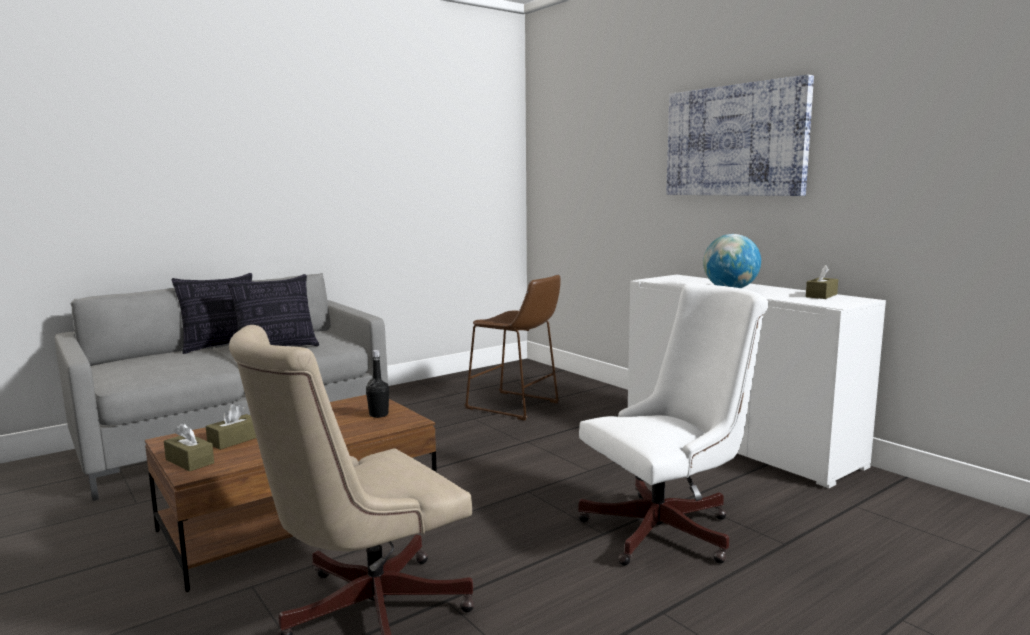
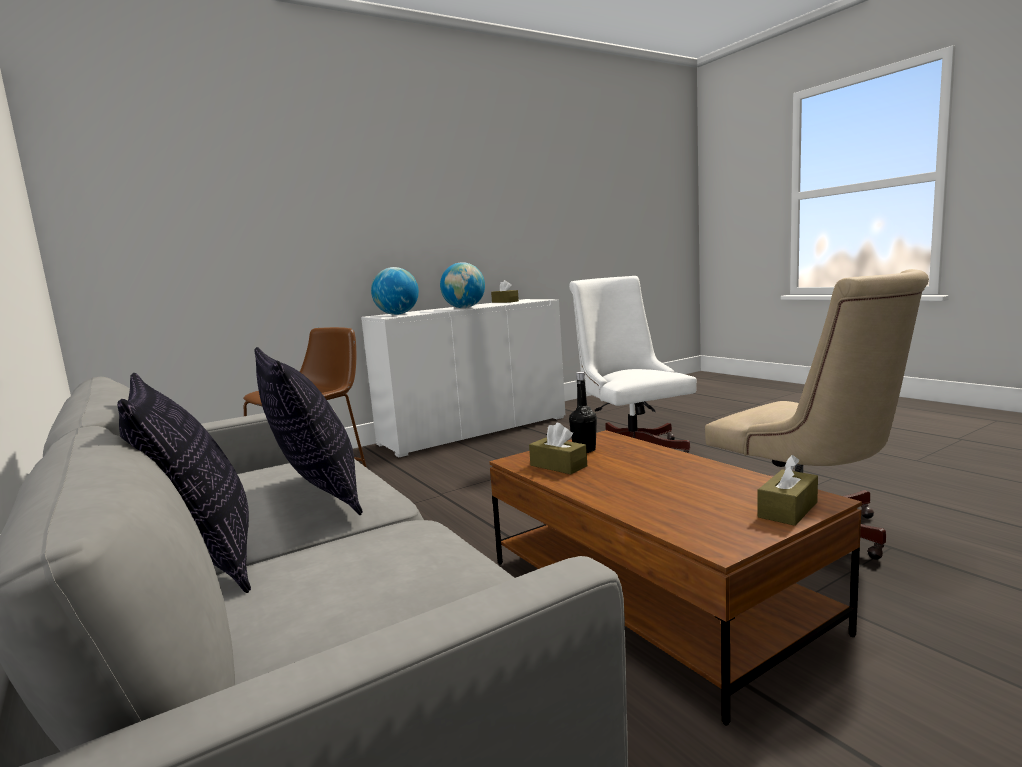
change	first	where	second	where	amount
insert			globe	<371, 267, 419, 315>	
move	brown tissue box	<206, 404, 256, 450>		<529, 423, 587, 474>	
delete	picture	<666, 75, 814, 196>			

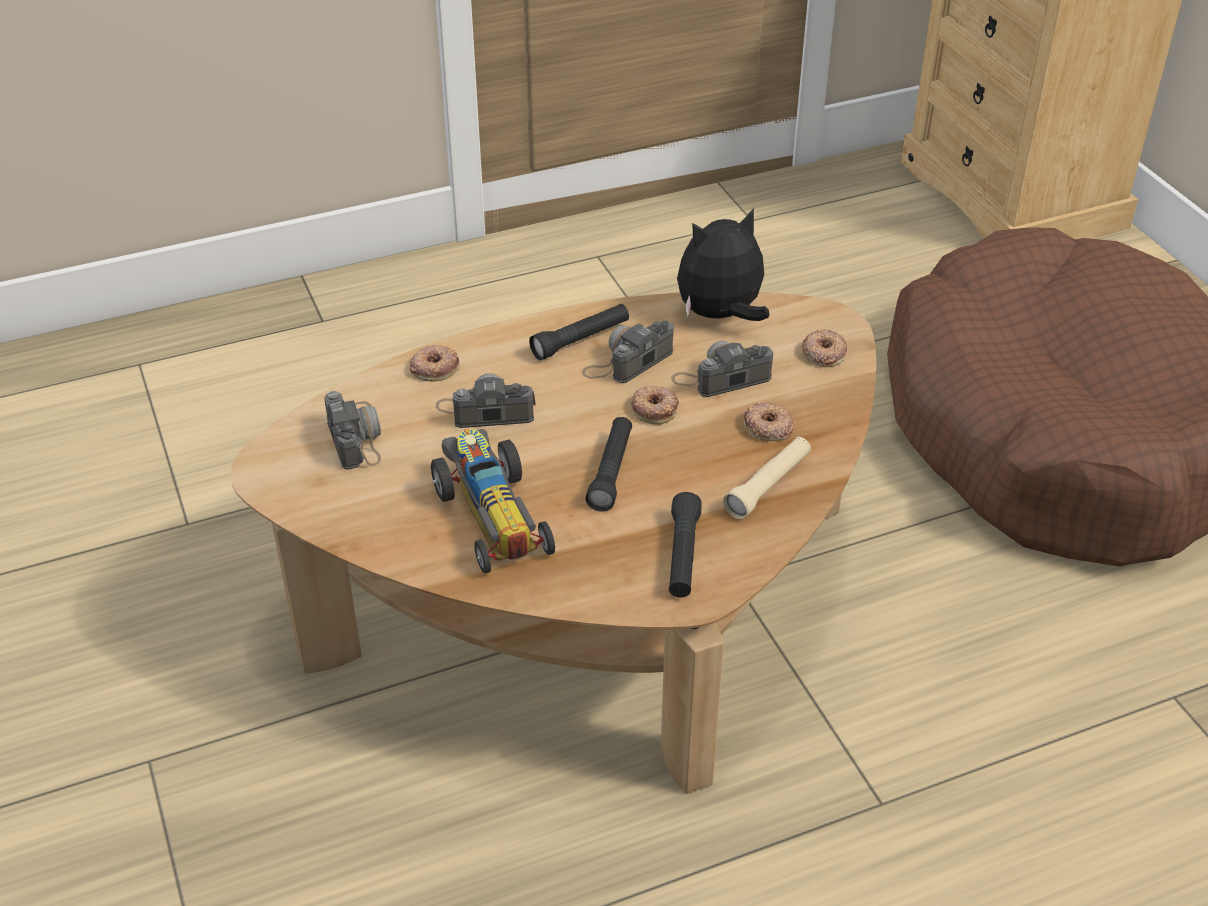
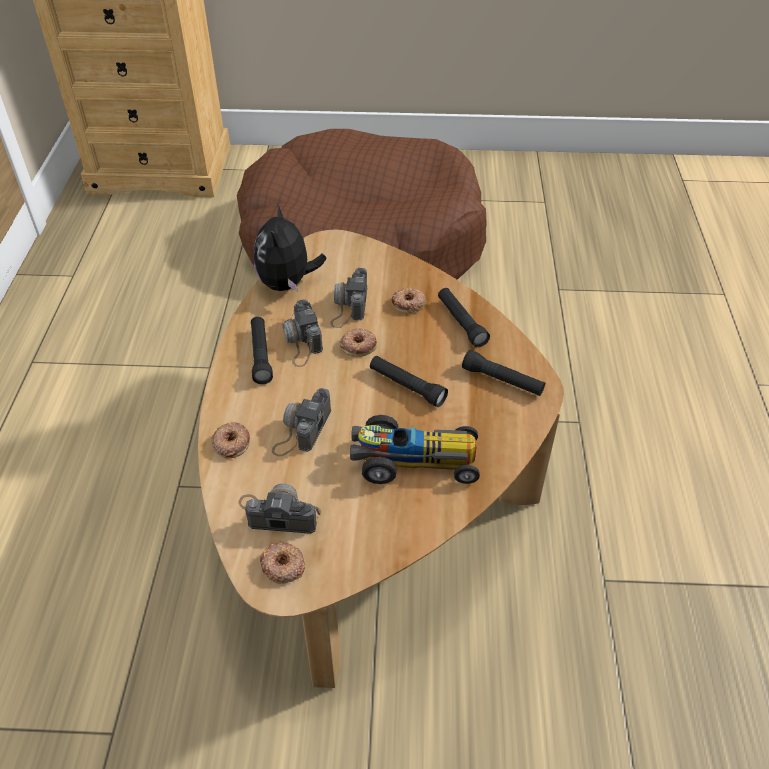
change	first	where	second	where	amount
move	donut	<802, 329, 847, 367>		<260, 542, 305, 584>	
recolor	beige flashlight	<723, 437, 811, 519>	black flashlight	<438, 288, 490, 348>	

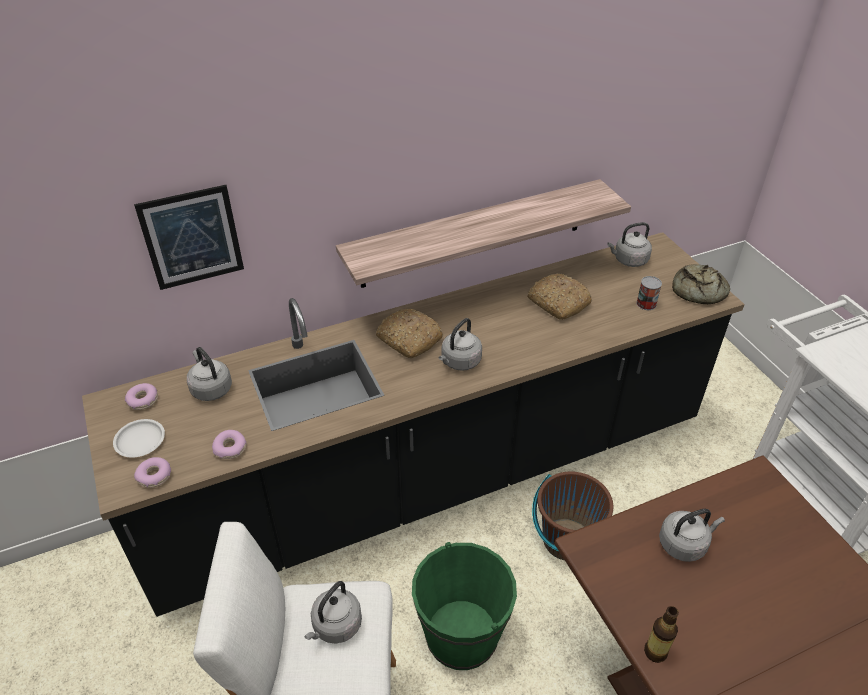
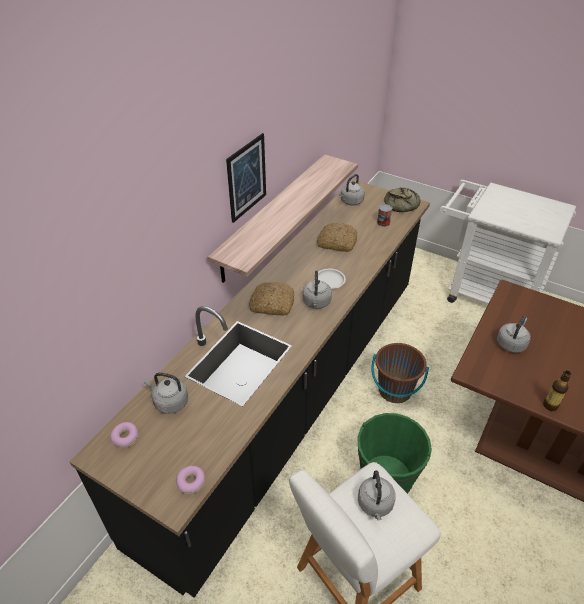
change	first	where	second	where	amount
move	picture	<134, 185, 244, 290>		<226, 133, 266, 223>	
move	white plate	<113, 419, 165, 458>		<314, 269, 346, 289>	
delete	donut	<212, 430, 247, 459>			

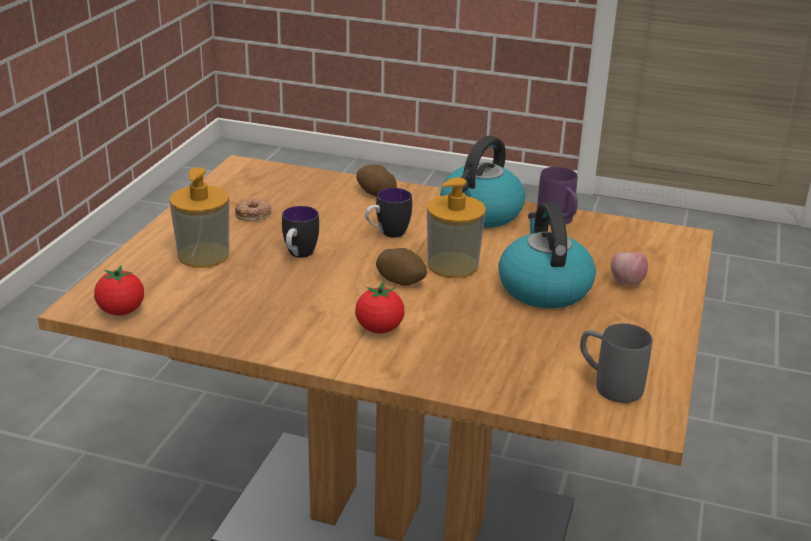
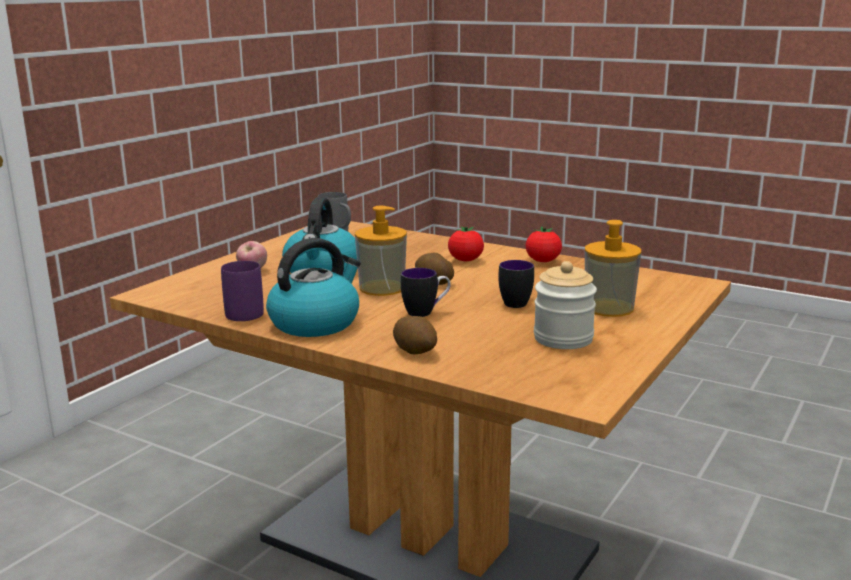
change	first	where	second	where	amount
move	tomato	<94, 266, 144, 316>		<526, 226, 562, 262>	
replace	donut	<235, 199, 271, 221>	jar	<534, 261, 597, 349>	

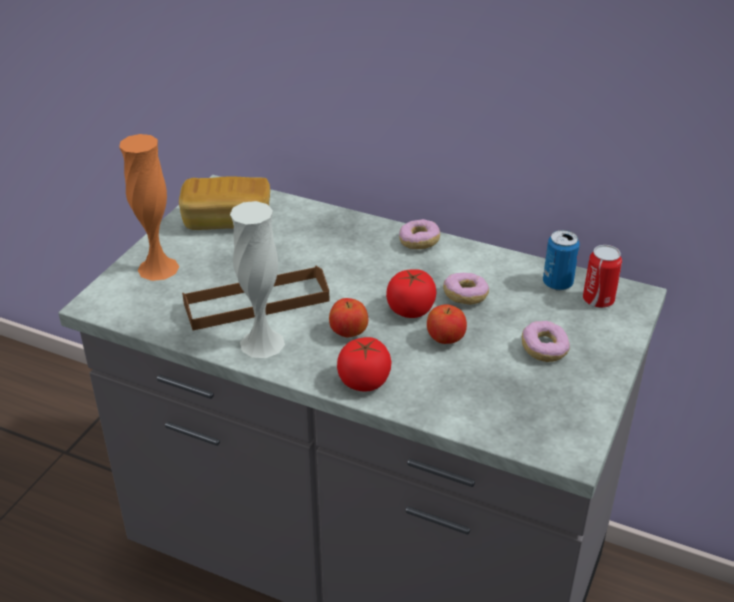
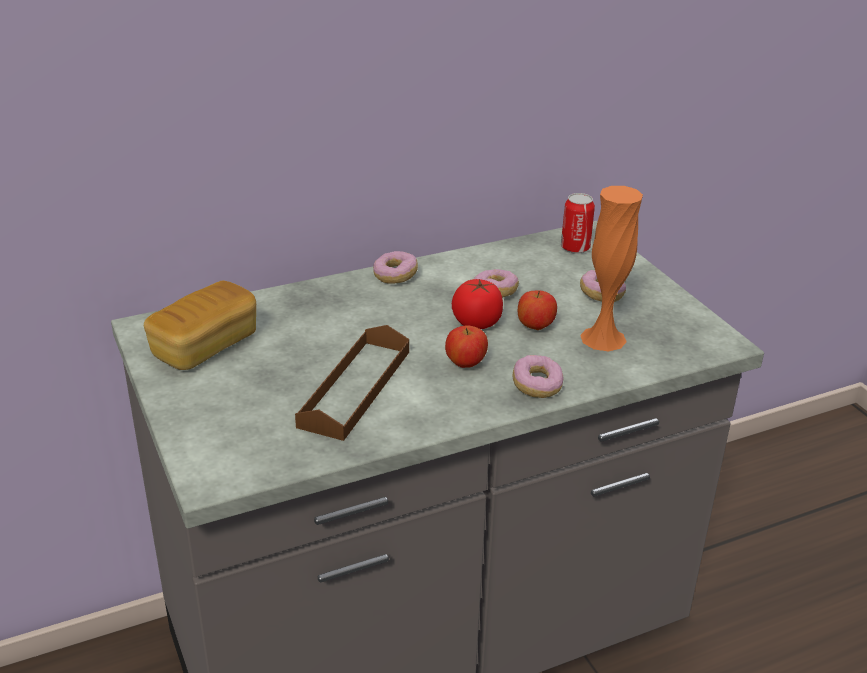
change	first	where	second	where	amount
replace	tomato	<337, 337, 392, 392>	donut	<513, 355, 563, 398>	
move	orange vase	<119, 134, 179, 281>		<580, 186, 643, 351>	
delete	white vase	<230, 201, 285, 358>			
delete	can	<543, 230, 580, 291>			

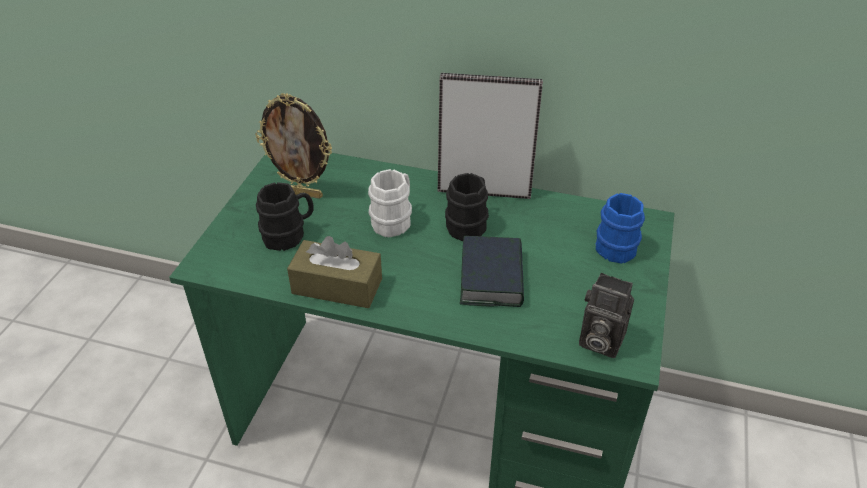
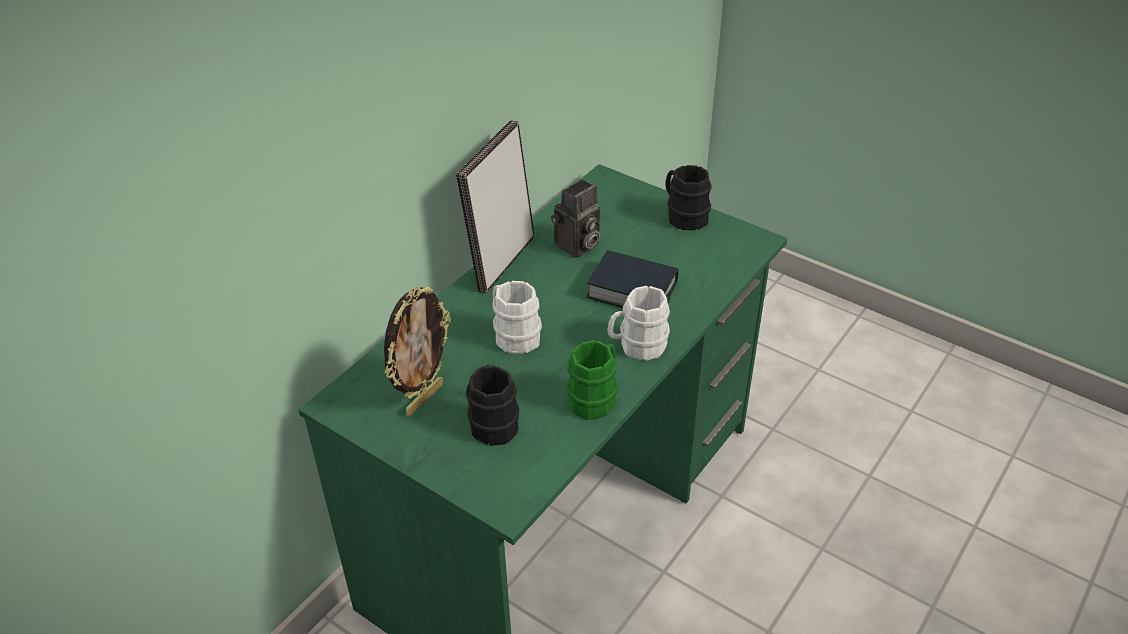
change	first	where	second	where	amount
move	photo camera	<579, 273, 634, 358>		<551, 179, 600, 258>	
replace	brown tissue box	<287, 236, 382, 308>	green mug	<566, 340, 618, 420>	
insert			white mug	<607, 286, 670, 361>	
move	black mug	<445, 173, 489, 241>		<665, 165, 712, 230>	
delete	blue mug	<596, 193, 645, 264>			

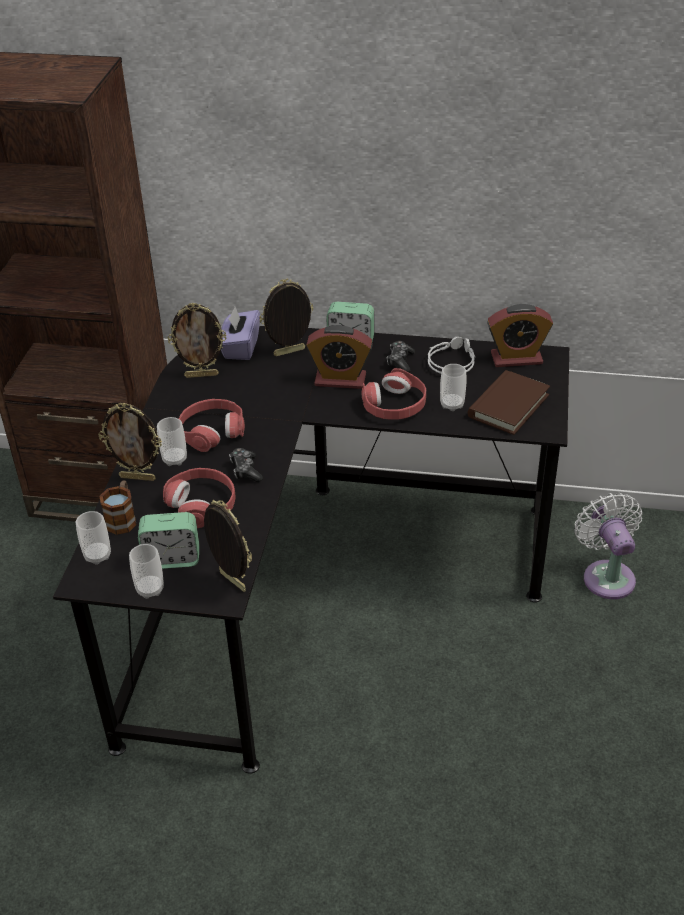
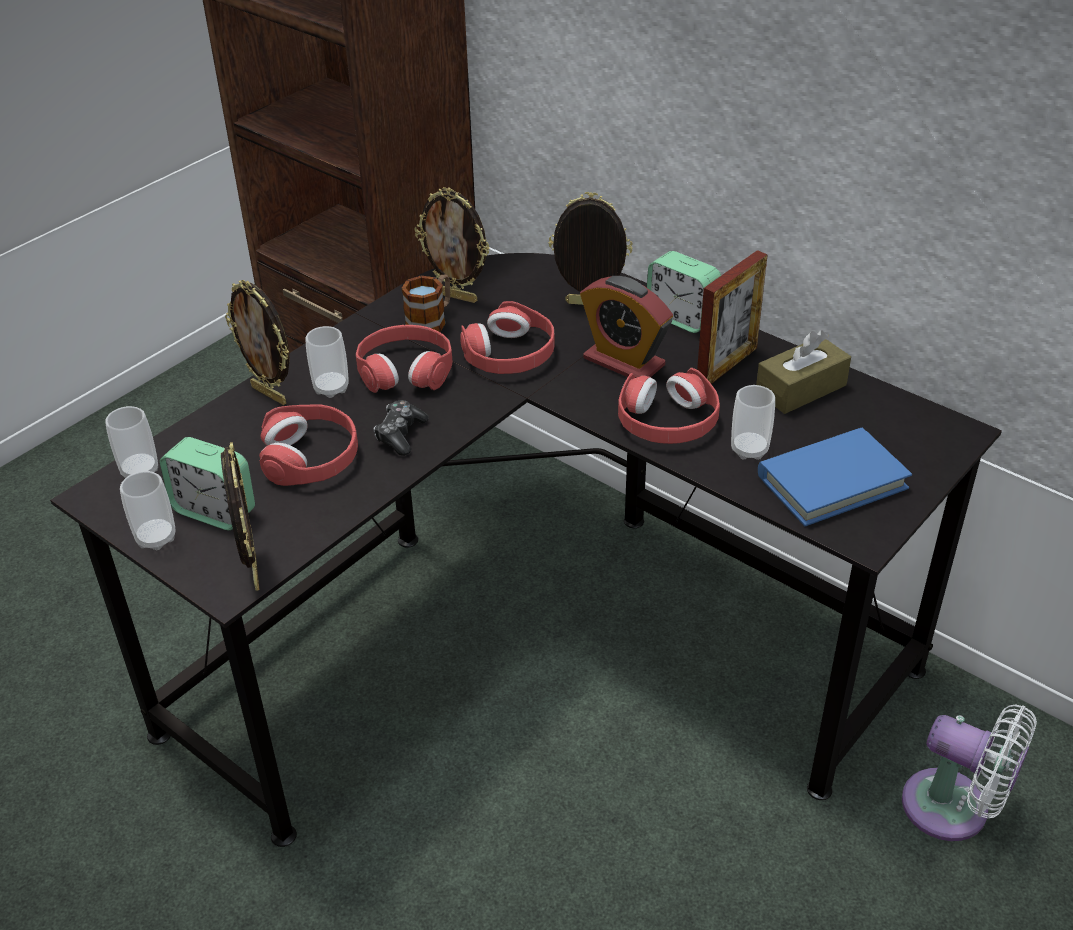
change	first	where	second	where	amount
move	mug	<100, 481, 137, 535>		<401, 275, 450, 332>	
insert			red headphones	<460, 301, 555, 374>	
replace	game controller	<386, 341, 415, 372>	picture frame	<697, 250, 768, 384>	
replace	grey headphones	<428, 337, 476, 374>	brown tissue box	<756, 331, 851, 414>	
recolor	brown book	<468, 370, 550, 435>	blue book	<758, 428, 912, 526>	
rotate	white fan	<574, 493, 642, 599>		<902, 704, 1037, 841>	105 degrees clockwise
delete	purple tissue box	<221, 307, 260, 360>			
delete	alarm clock	<487, 304, 553, 367>			

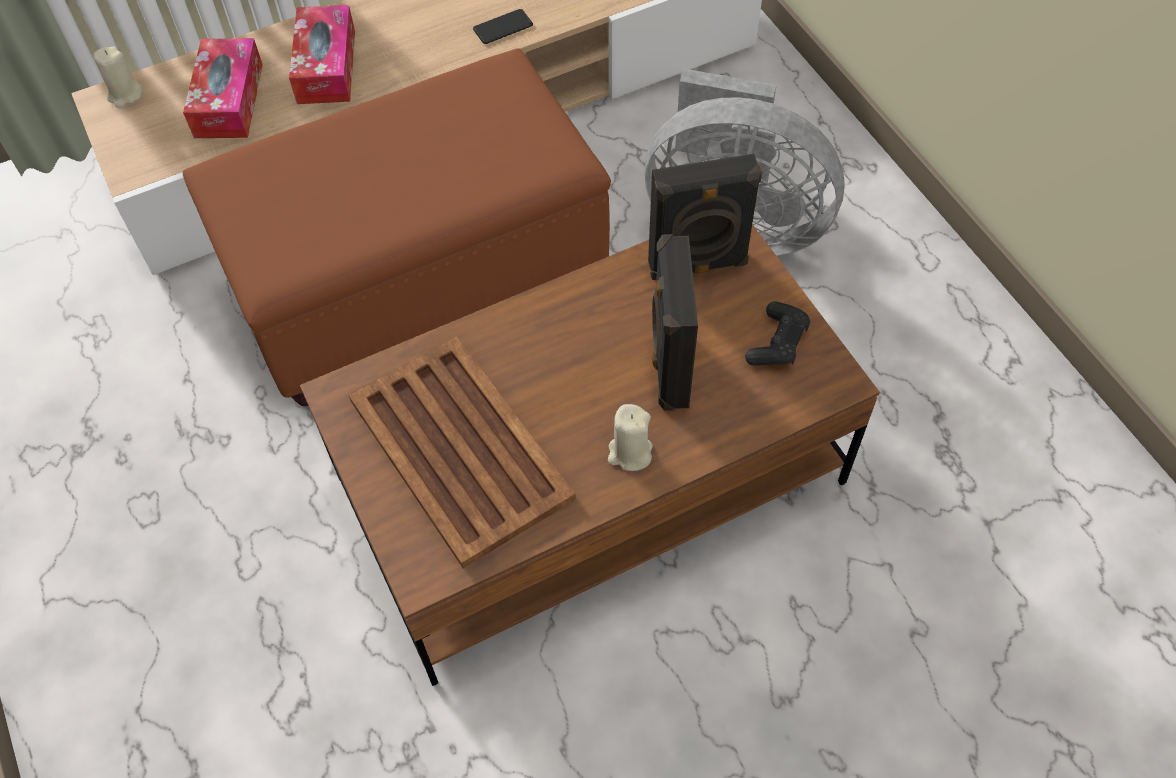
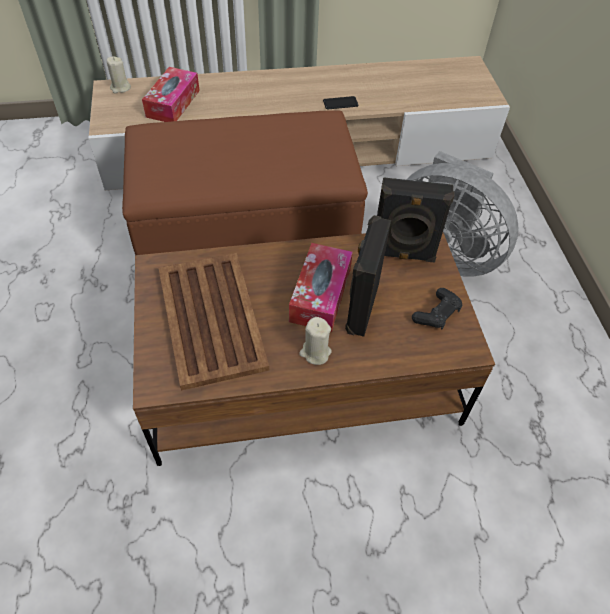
change	first	where	second	where	amount
move	tissue box	<289, 5, 355, 104>		<289, 243, 353, 332>	

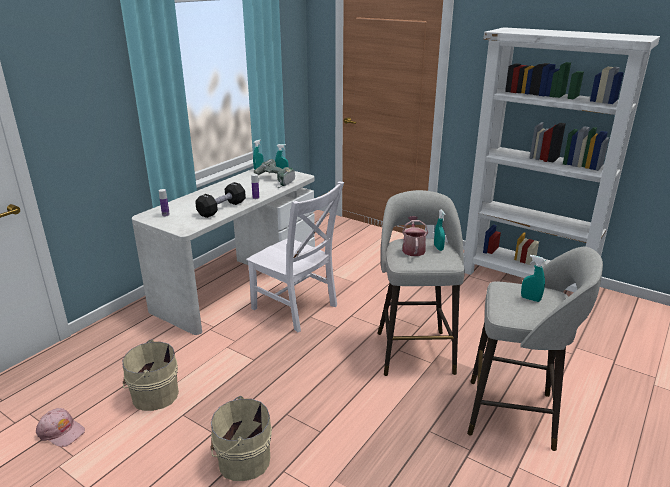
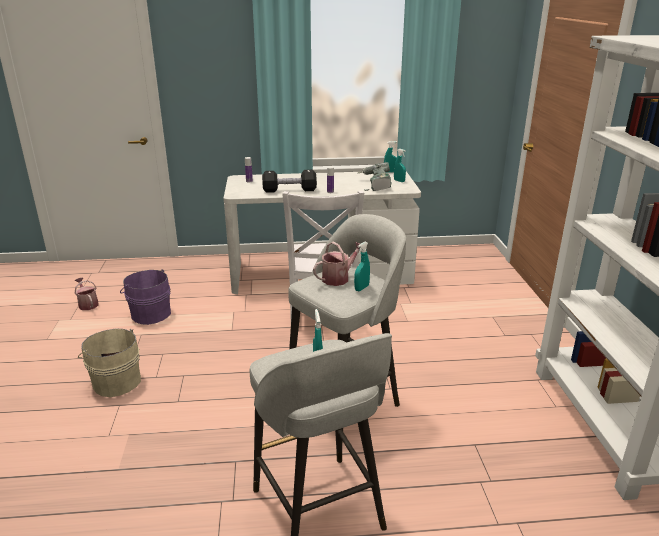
change	first	where	second	where	amount
replace	pink cap	<36, 408, 85, 447>	watering can	<74, 278, 99, 310>	
recolor	beige bucket	<122, 339, 179, 411>	purple bucket	<120, 269, 171, 325>	

